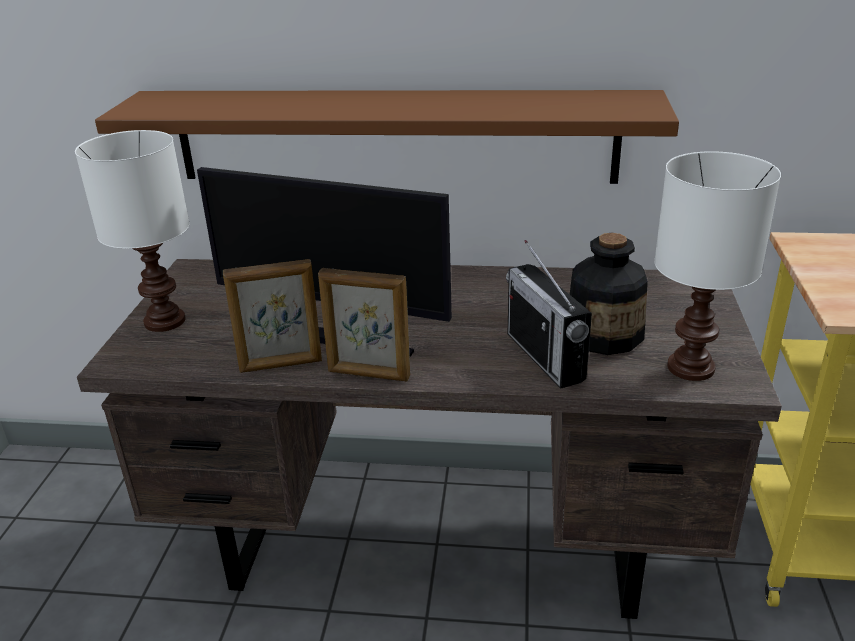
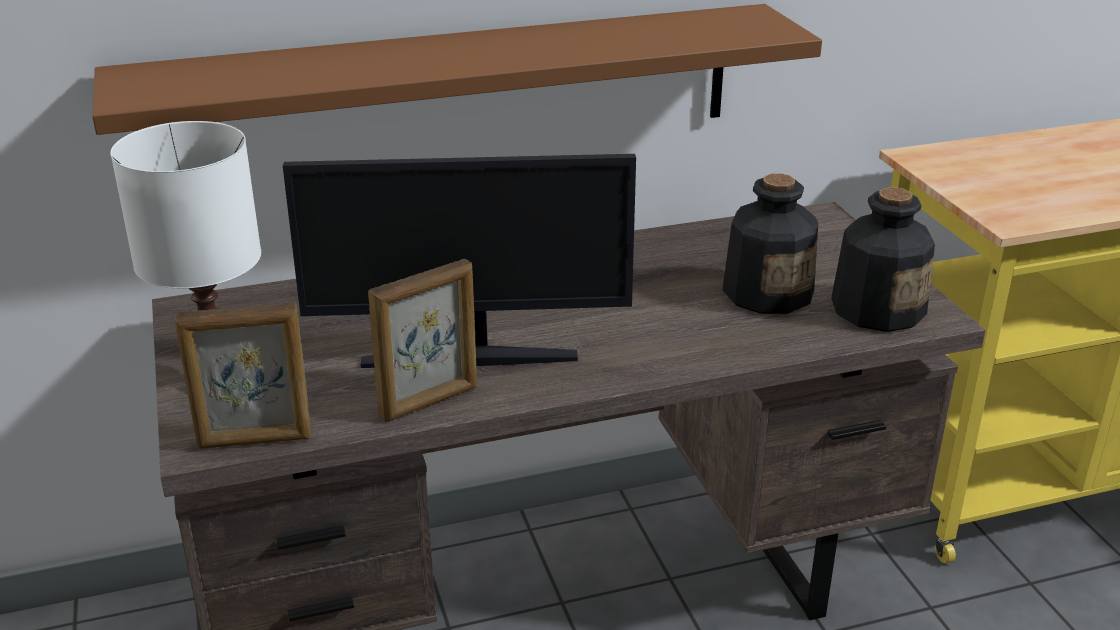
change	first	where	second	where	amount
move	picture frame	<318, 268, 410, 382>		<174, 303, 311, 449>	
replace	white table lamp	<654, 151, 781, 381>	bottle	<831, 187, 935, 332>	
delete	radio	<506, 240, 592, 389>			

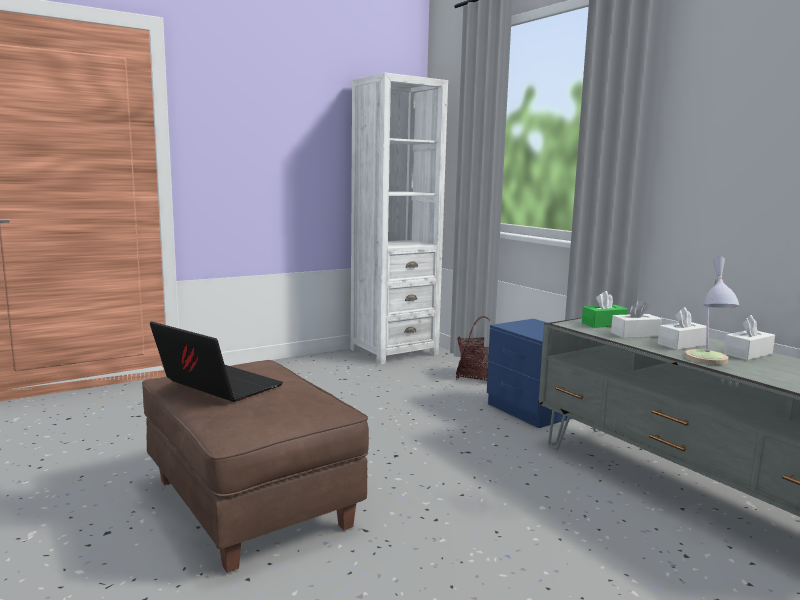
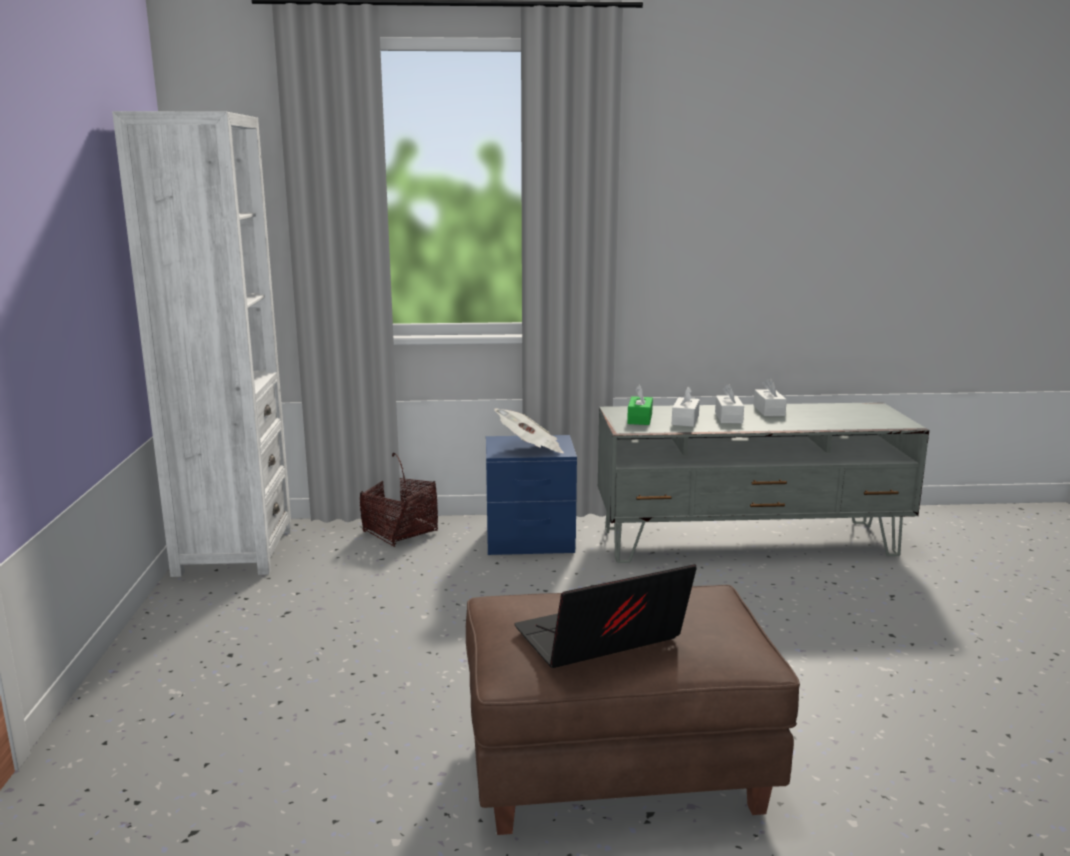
change	first	where	second	where	amount
insert			newspaper	<494, 408, 563, 453>	
delete	table lamp	<685, 256, 740, 365>			

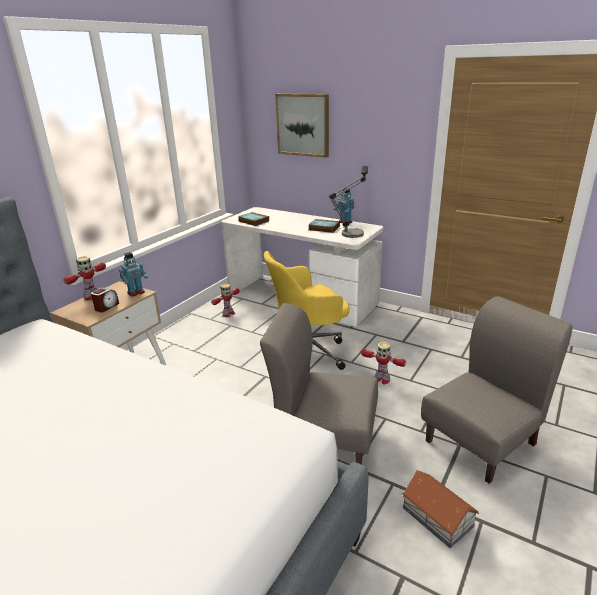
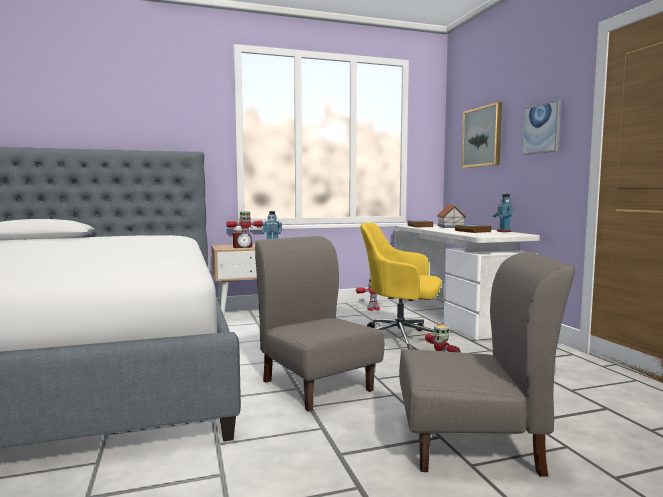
change	first	where	second	where	amount
move	toy house	<402, 470, 479, 548>		<437, 205, 466, 228>	
insert			picture	<522, 100, 561, 155>	
delete	table lamp	<328, 166, 368, 238>			

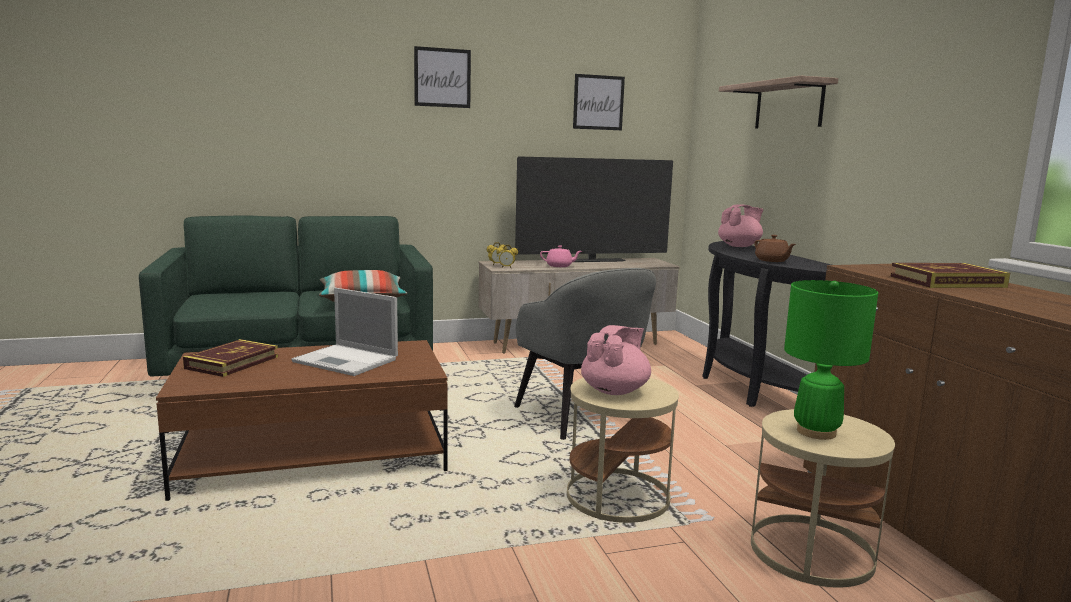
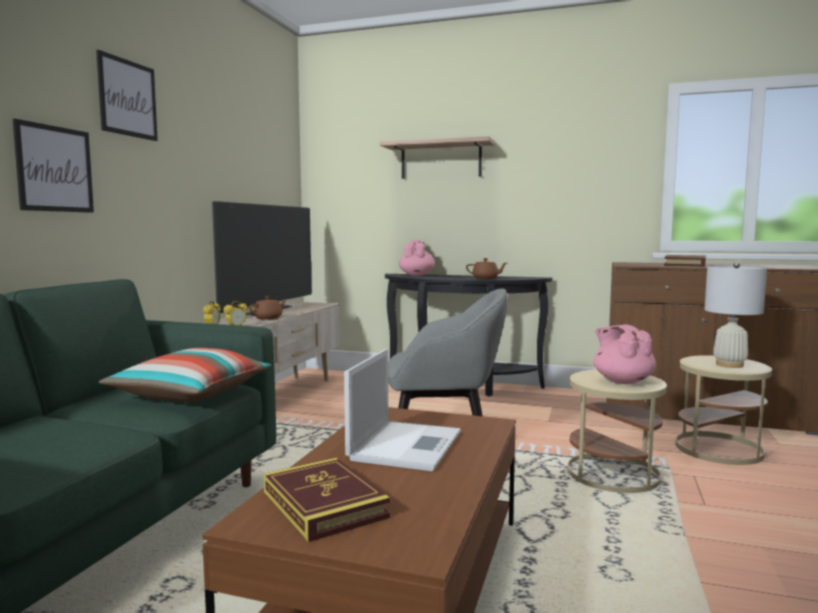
change	first	where	second	where	amount
move	picture	<573, 74, 625, 130>		<13, 119, 94, 213>	
recolor	pink teapot	<540, 245, 582, 267>	brown teapot	<249, 296, 287, 320>	
rotate	laptop	<292, 288, 398, 376>		<344, 349, 461, 471>	45 degrees counterclockwise
recolor	green table lamp	<784, 280, 878, 440>	white table lamp	<704, 262, 767, 368>	

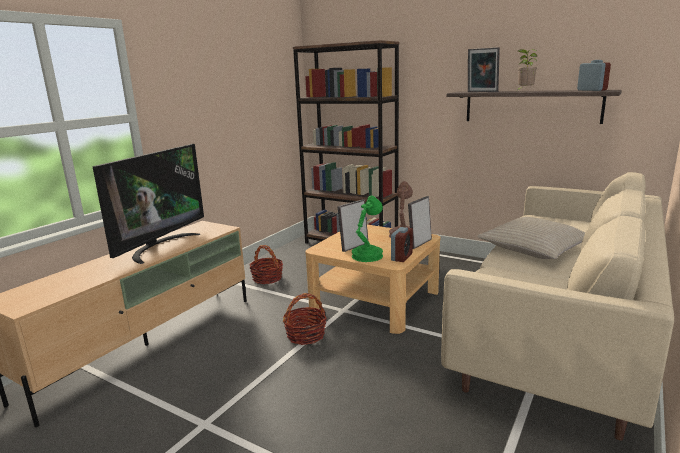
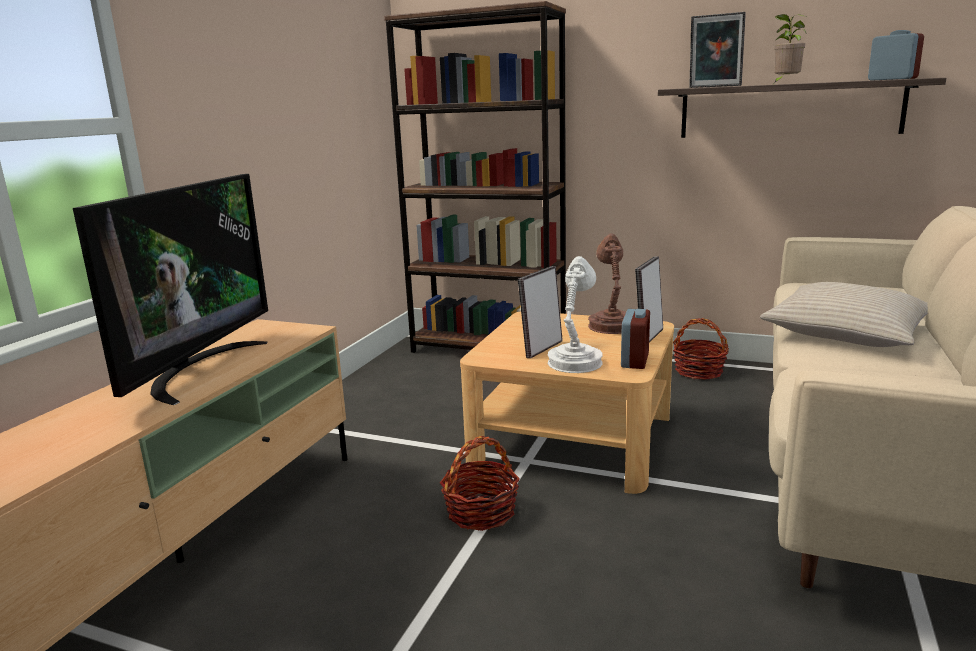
change	first	where	second	where	amount
recolor	green table lamp	<352, 195, 383, 262>	white table lamp	<548, 256, 603, 373>	
move	basket	<249, 245, 283, 284>		<673, 318, 729, 380>	

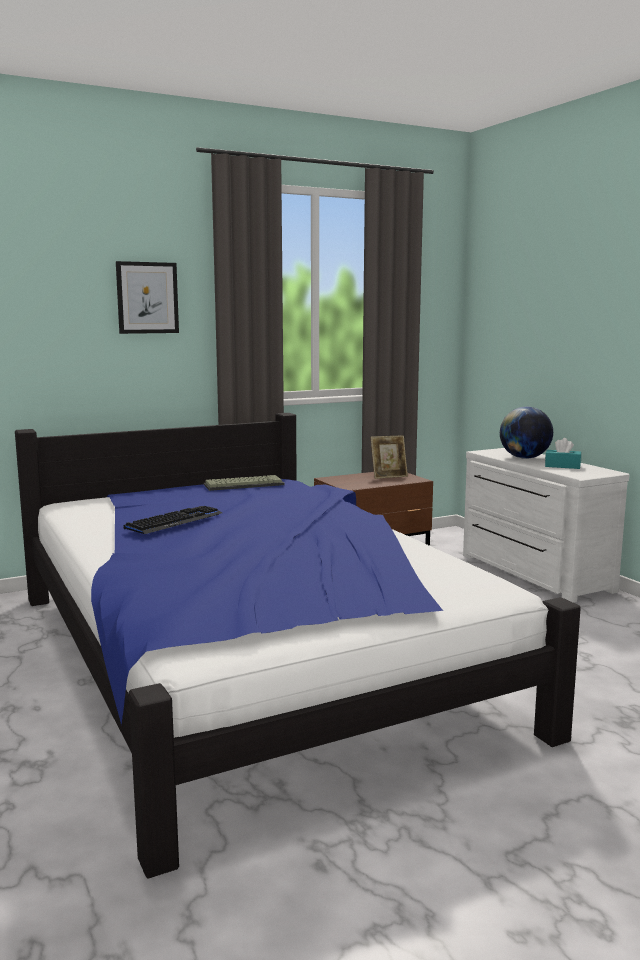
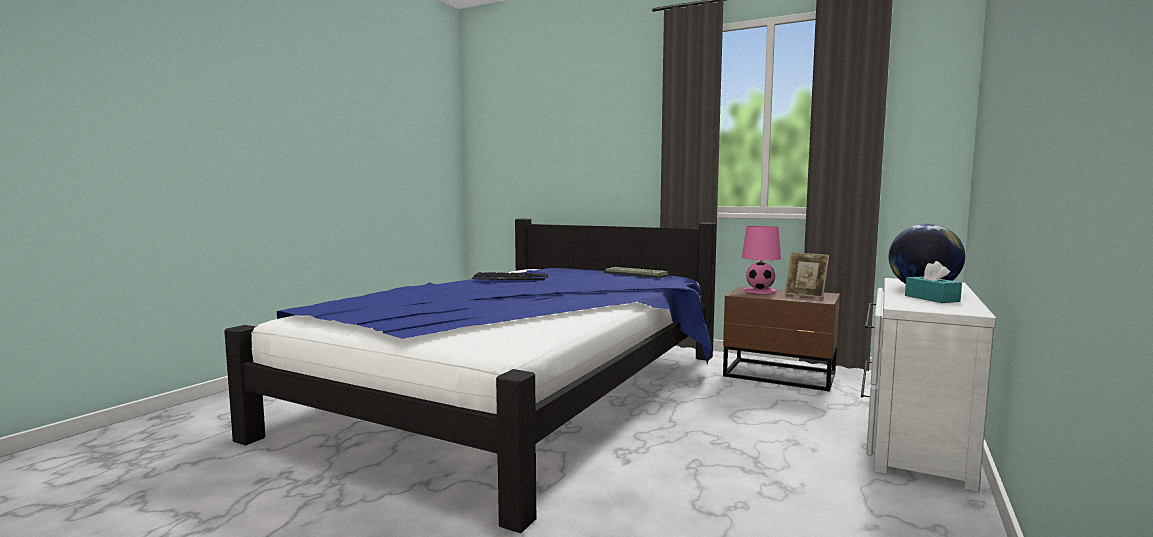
change	first	where	second	where	amount
insert			pink table lamp	<742, 226, 781, 294>	
delete	picture	<116, 261, 179, 334>			

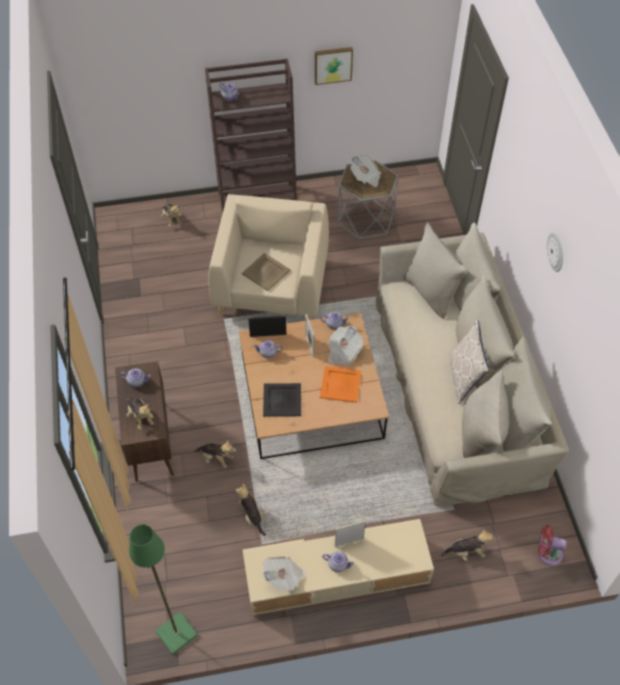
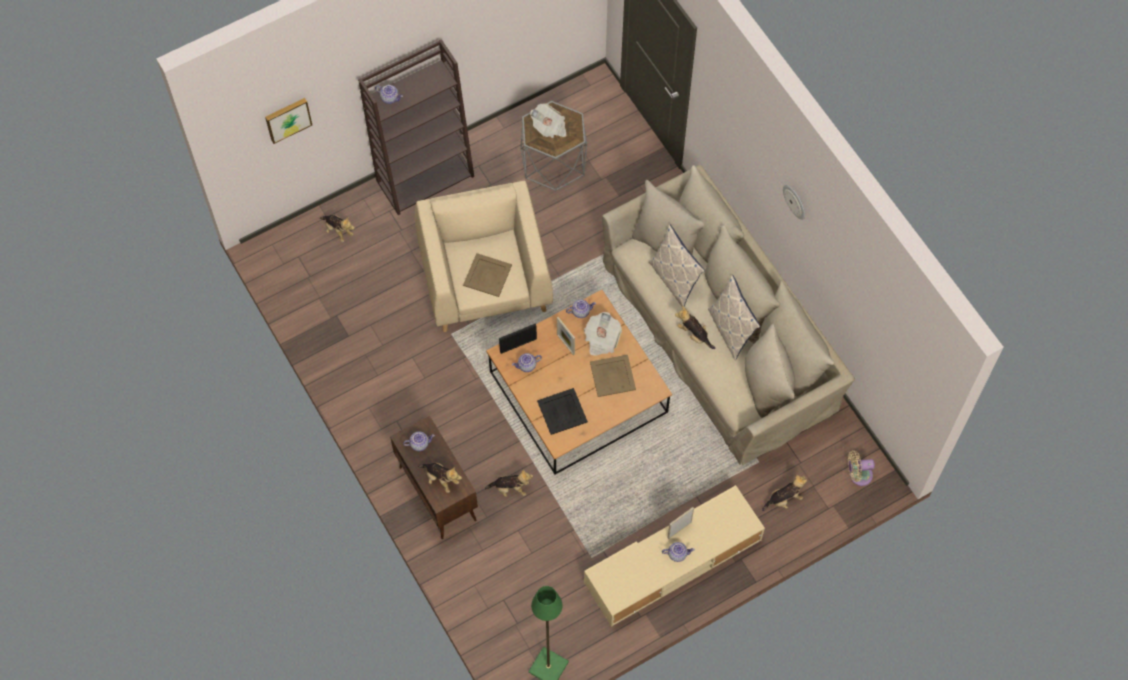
change	first	where	second	where	amount
move	picture	<315, 47, 353, 85>		<265, 98, 312, 144>	
recolor	orange tray	<320, 366, 361, 403>	beige tray	<590, 355, 636, 397>	
insert			pillow	<649, 224, 705, 307>	
move	plush toy	<236, 484, 266, 536>		<675, 306, 715, 349>	
recolor	red fan	<538, 525, 567, 566>	beige fan	<848, 450, 875, 486>	
delete	newspaper	<262, 556, 306, 591>			

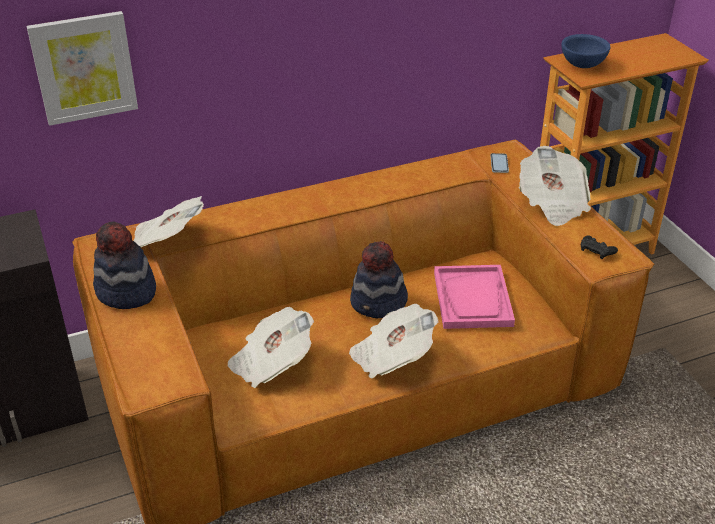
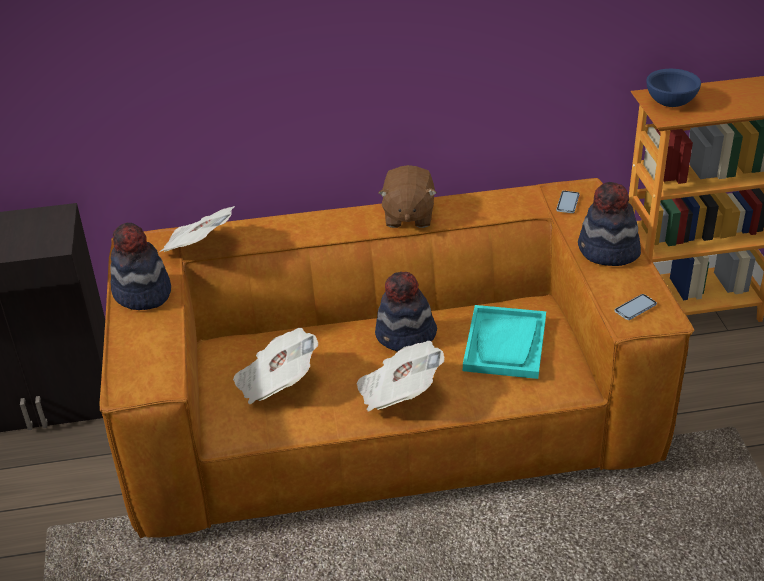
change	first	where	second	where	amount
insert			brown plush toy	<378, 165, 437, 228>	
recolor	pink tray	<434, 265, 515, 329>	turquoise tray	<463, 305, 546, 379>	
replace	newspaper	<519, 146, 591, 226>	hat	<578, 182, 641, 266>	
replace	black game controller	<581, 235, 618, 259>	phone	<615, 294, 657, 320>	
delete	picture	<27, 11, 138, 126>			

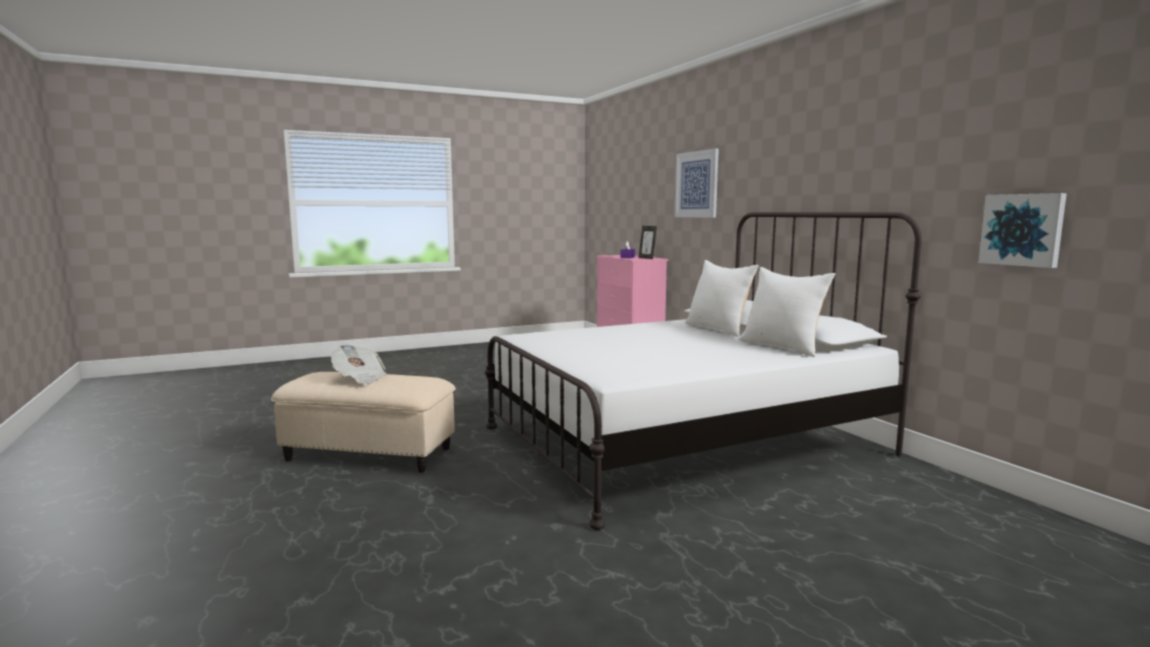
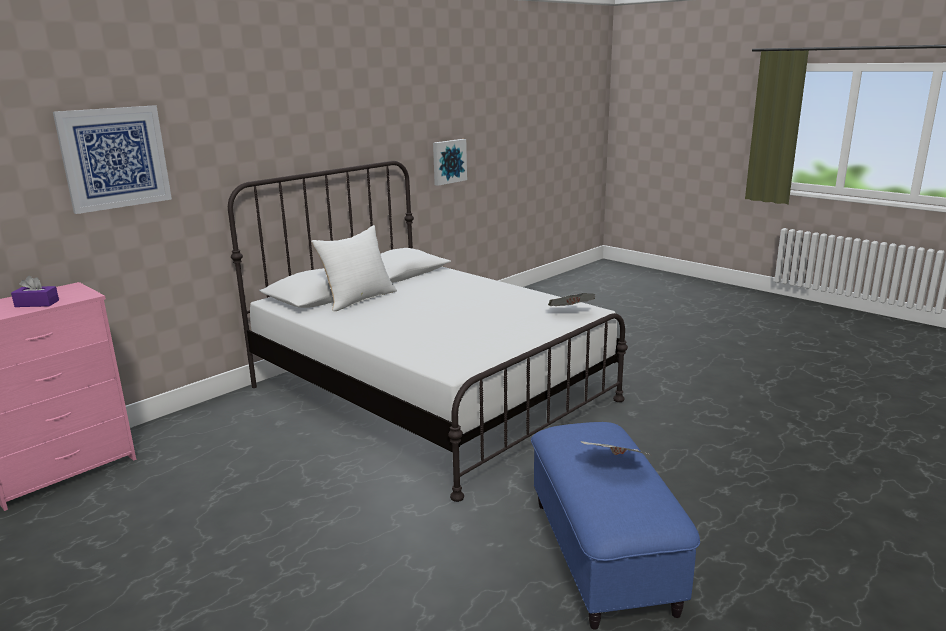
change	first	where	second	where	amount
recolor	beige ottoman	<271, 372, 456, 473>	blue ottoman	<531, 422, 700, 630>	
insert			newspaper	<548, 293, 595, 306>	
delete	picture frame	<639, 226, 657, 259>			
delete	white pillow	<739, 267, 835, 357>			

